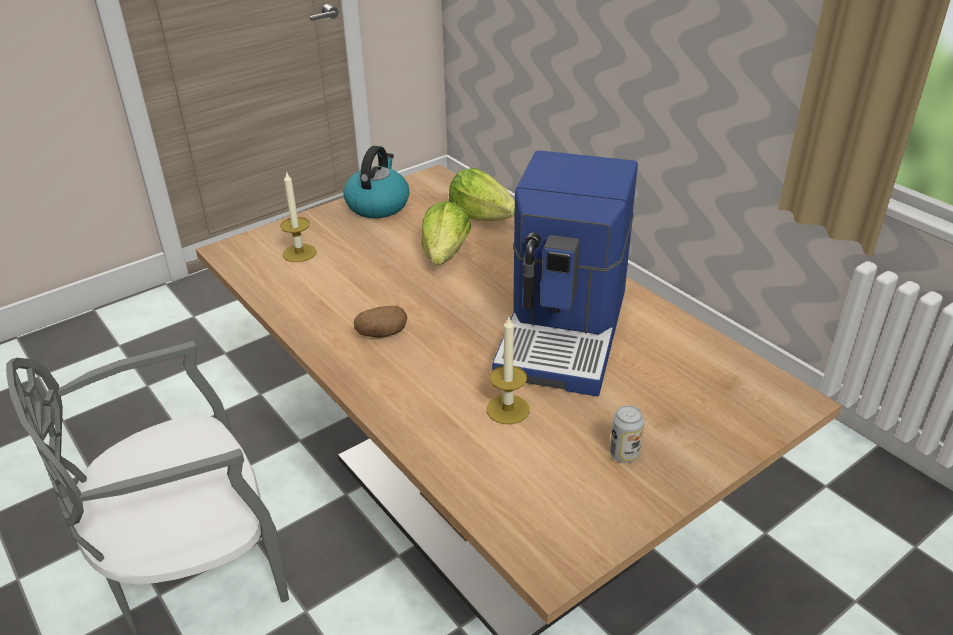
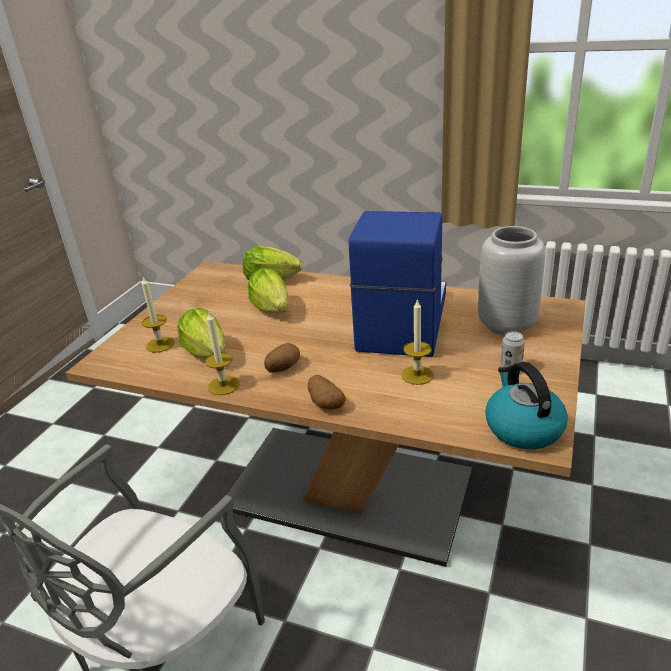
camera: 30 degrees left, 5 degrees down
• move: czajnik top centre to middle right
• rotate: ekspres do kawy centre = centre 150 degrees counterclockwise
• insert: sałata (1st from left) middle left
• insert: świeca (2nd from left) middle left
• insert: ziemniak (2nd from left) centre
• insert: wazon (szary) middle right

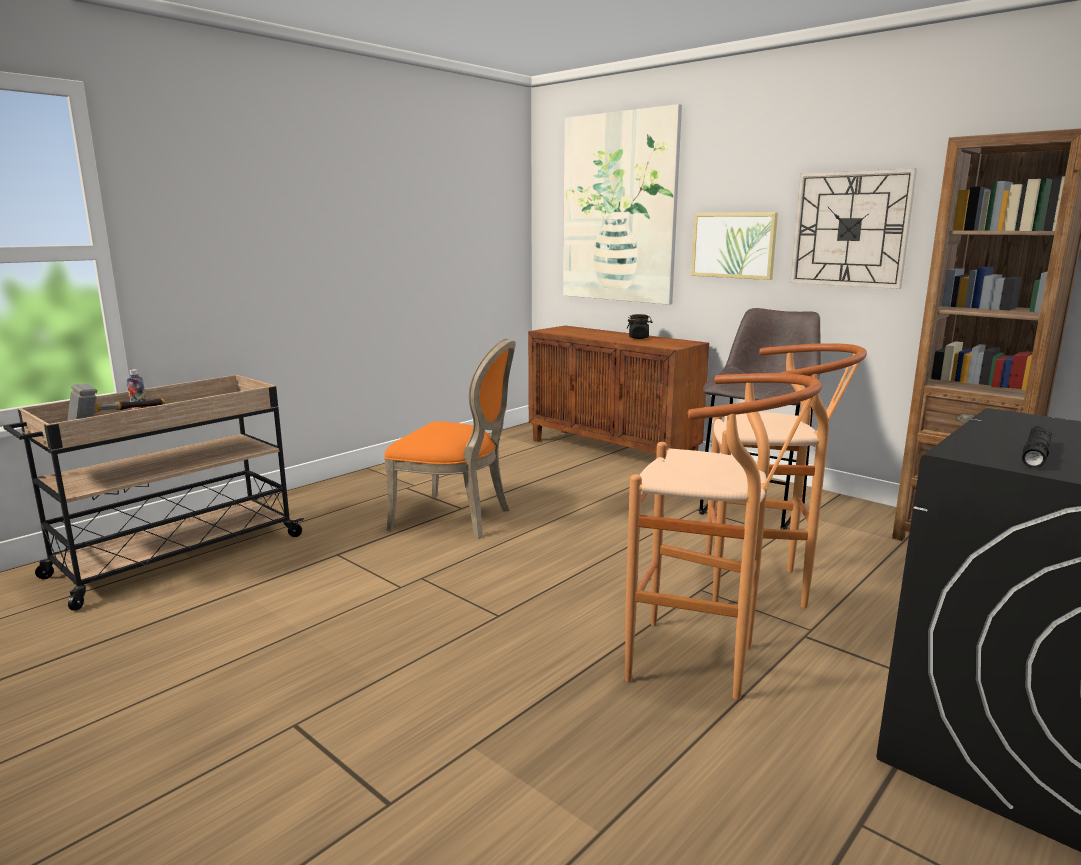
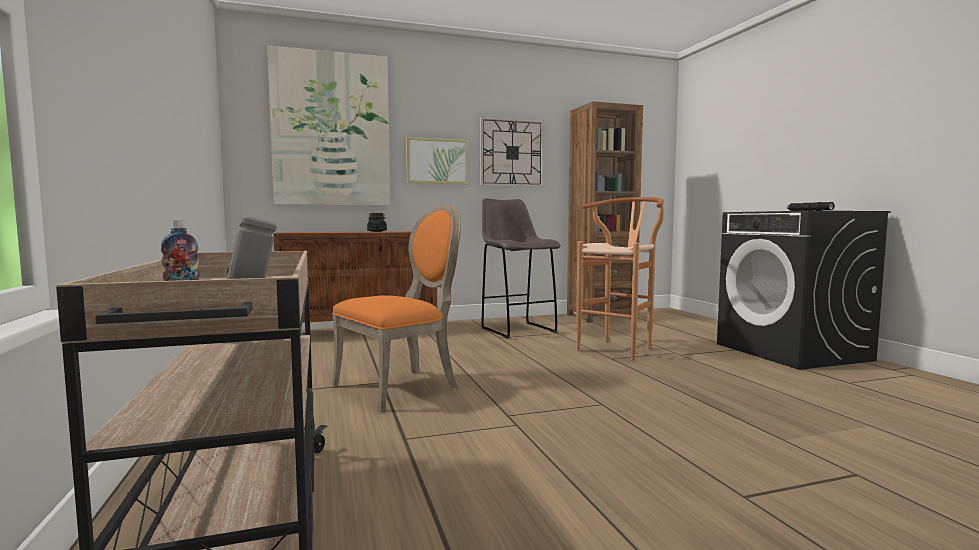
camera: 60 degrees left, 10 degrees down
• delete: stołek (brązowy) (1st from left) middle right

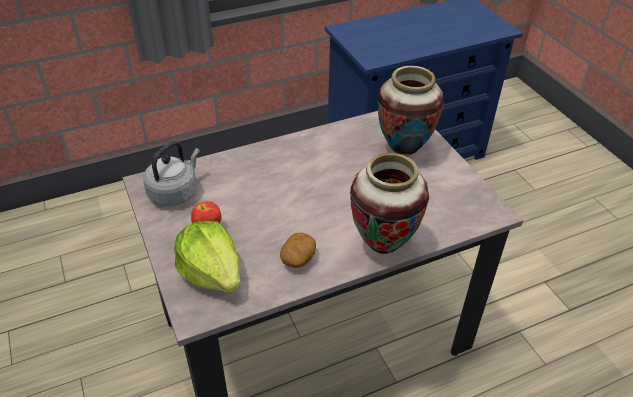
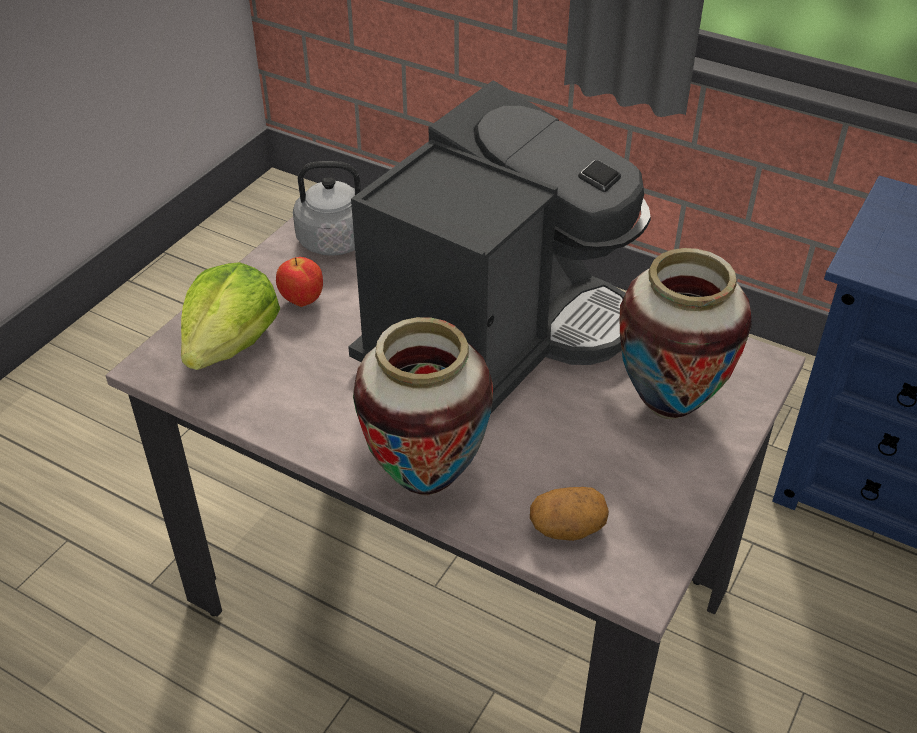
camera: 55 degrees right, 0 degrees up
• move: ziemniak centre to bottom centre
• insert: ekspres do kawy centre

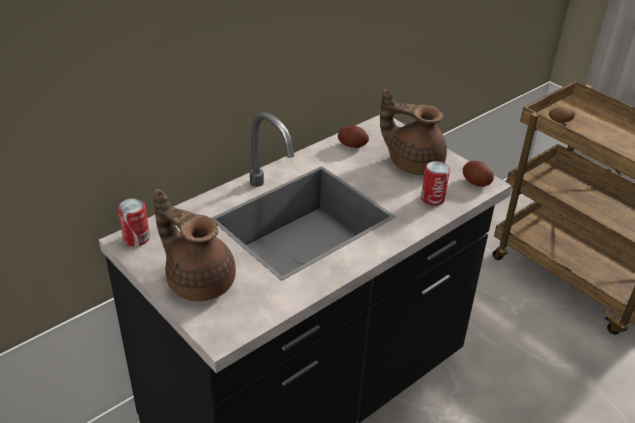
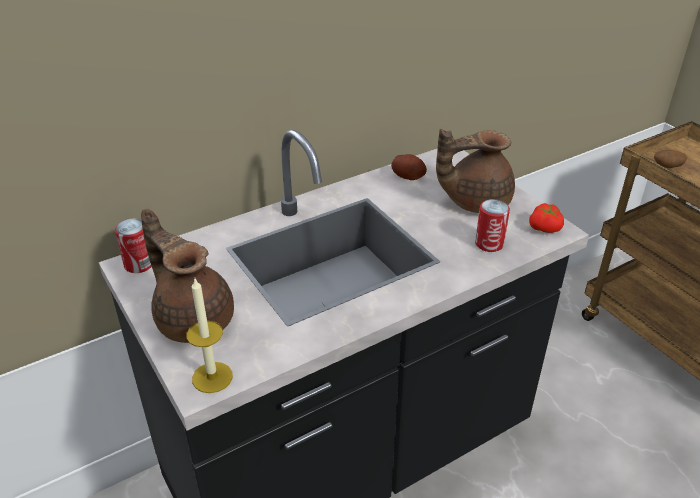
camera: 10 degrees right, 0 degrees up
• rotate: imbryk (brązowy) (2nd from left) top centre = middle right 45 degrees counterclockwise
• replace: ziemniak (2nd from left) middle right to pomidor middle right
• insert: świeca bottom left

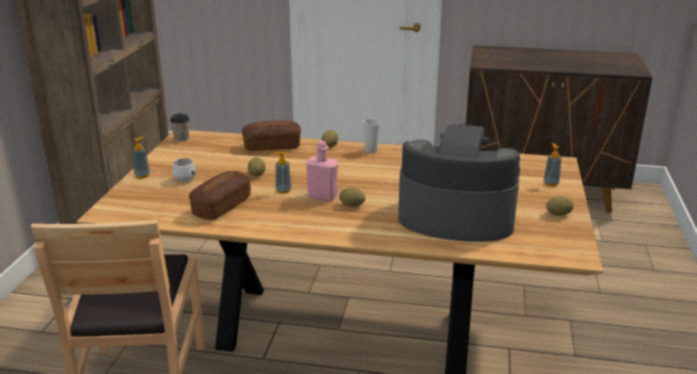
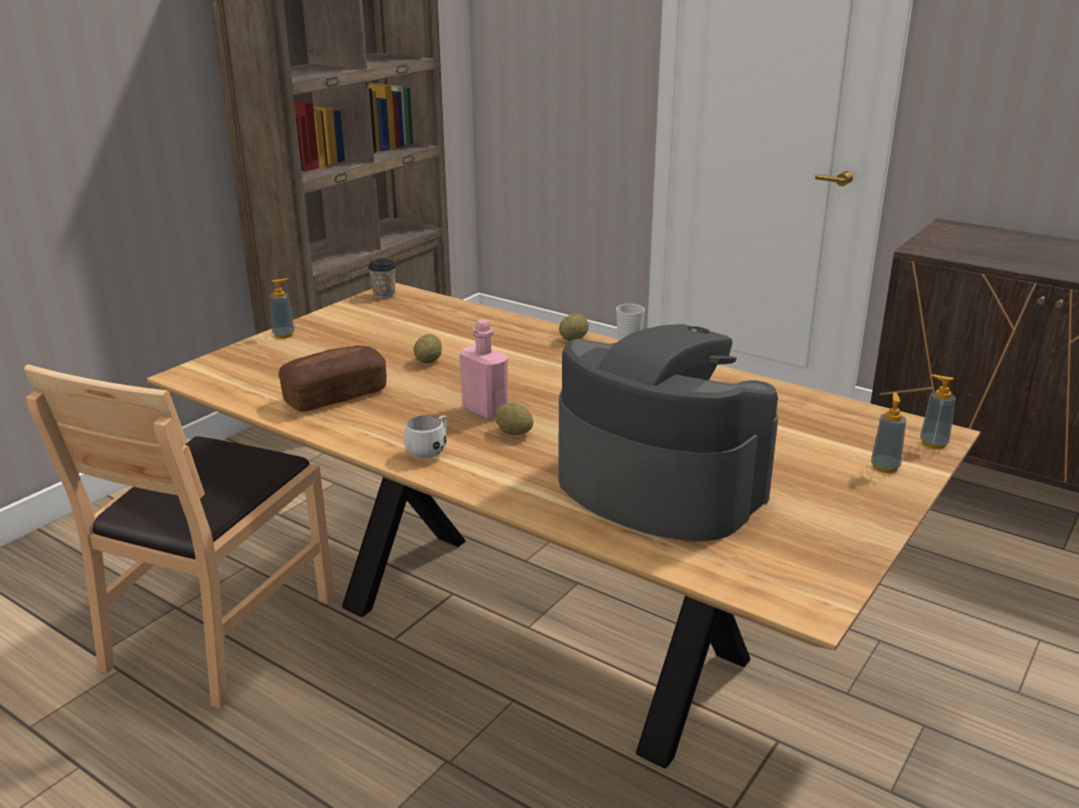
camera: 25 degrees right, 0 degrees up
• move: kubek (biały) middle left to centre
• delete: chleb (2nd from left) centre
• move: dozownik mydła (2nd from left in the first image) centre to dozownik mydła (3rd from left) middle right
• delete: ziemniak (4th from left) middle right

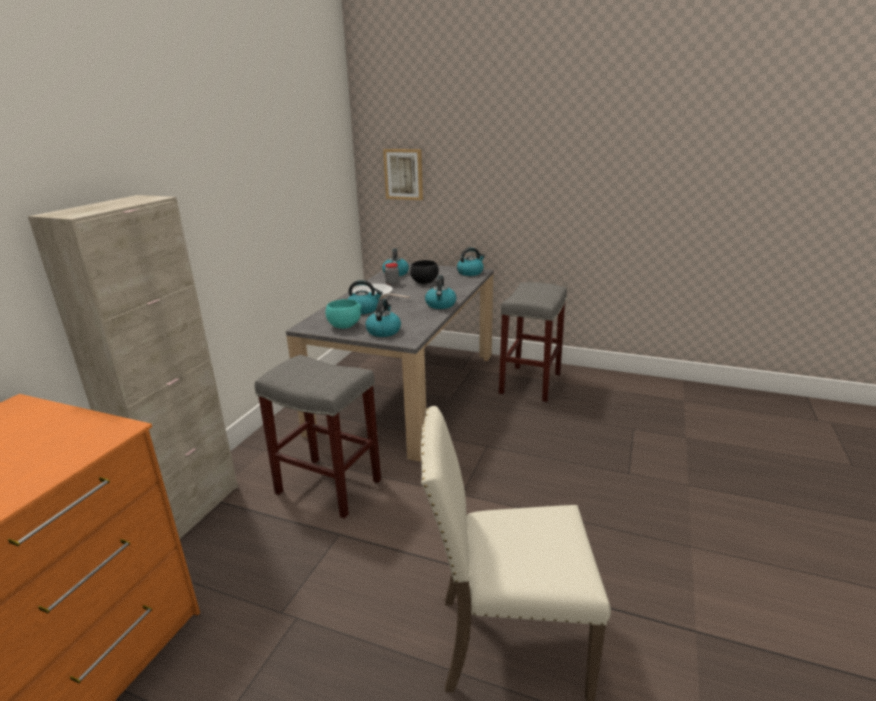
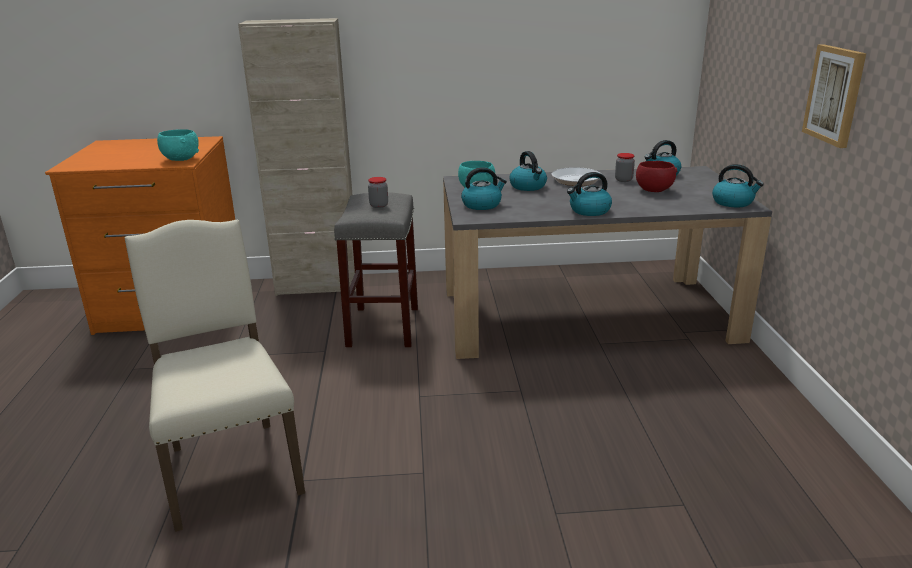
camera: 65 degrees right, 0 degrees up
• move: obraz top centre to top right
• recolor: miska (czarny) centre to miska (czerwony) top right
• delete: stołek (szary) (2nd from left) centre
• insert: miska (turkusowy) (1st from left) top left
• insert: słoik (1st from left) centre

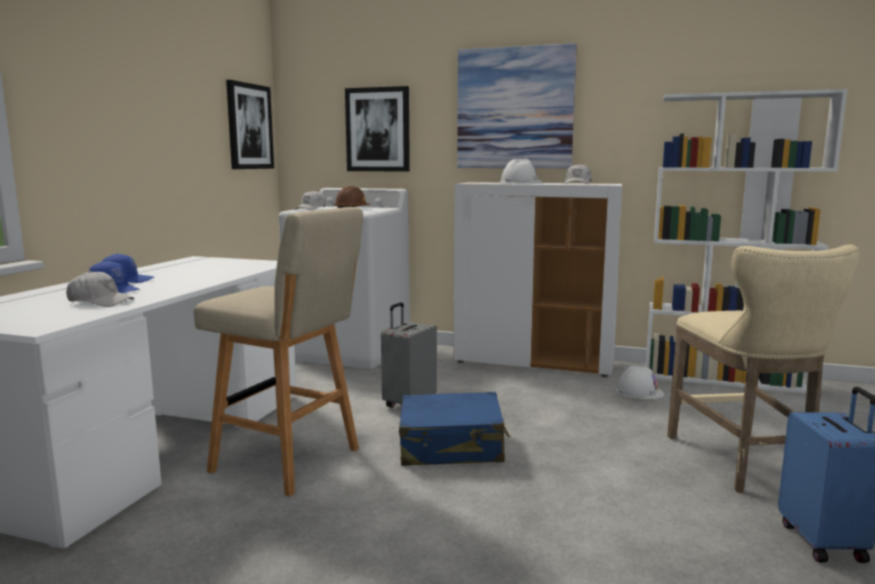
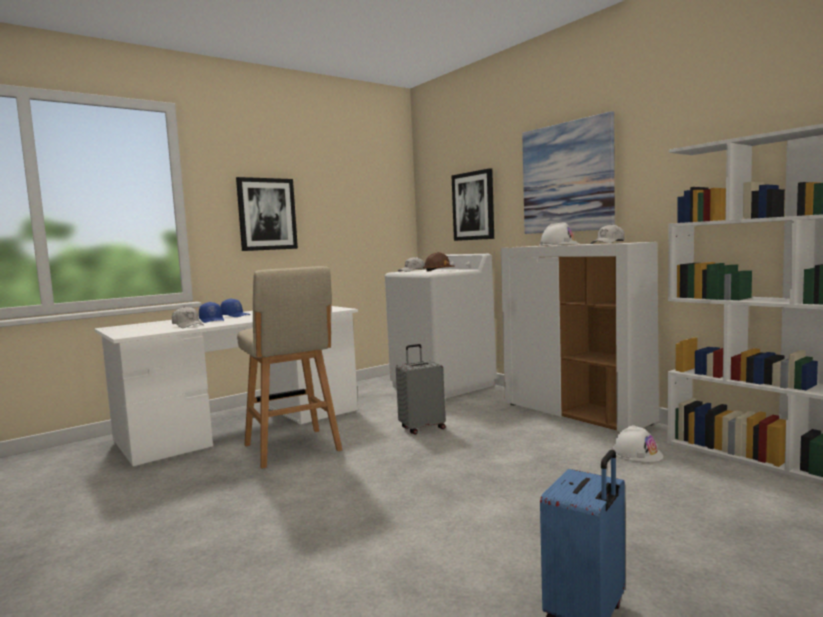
camera: 35 degrees right, 5 degrees down
• move: obraz (1st from left) top left to middle left
• delete: walizka (niebieski) (1st from left) bottom centre
• delete: stołek (beżowy) (2nd from left) middle right

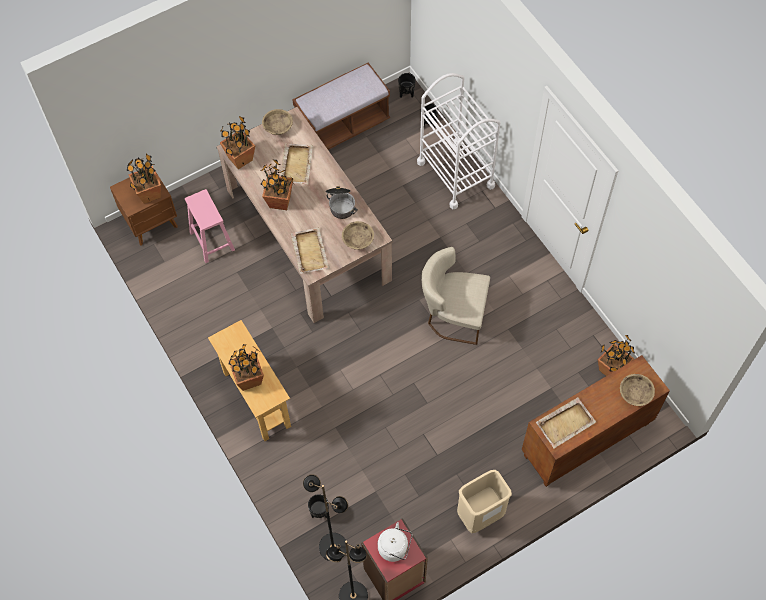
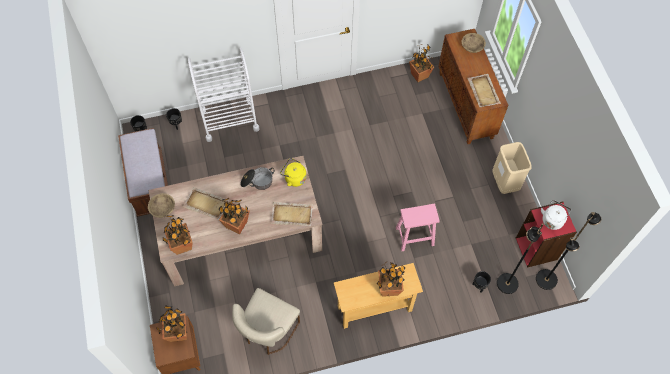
camera: 75 degrees left, 0 degrees up
• move: stołek (różowy) middle left to centre
• replace: miska (beżowy) (2nd from left) centre to czajnik (żółty) centre
• move: krzesło (beżowy) centre to bottom centre

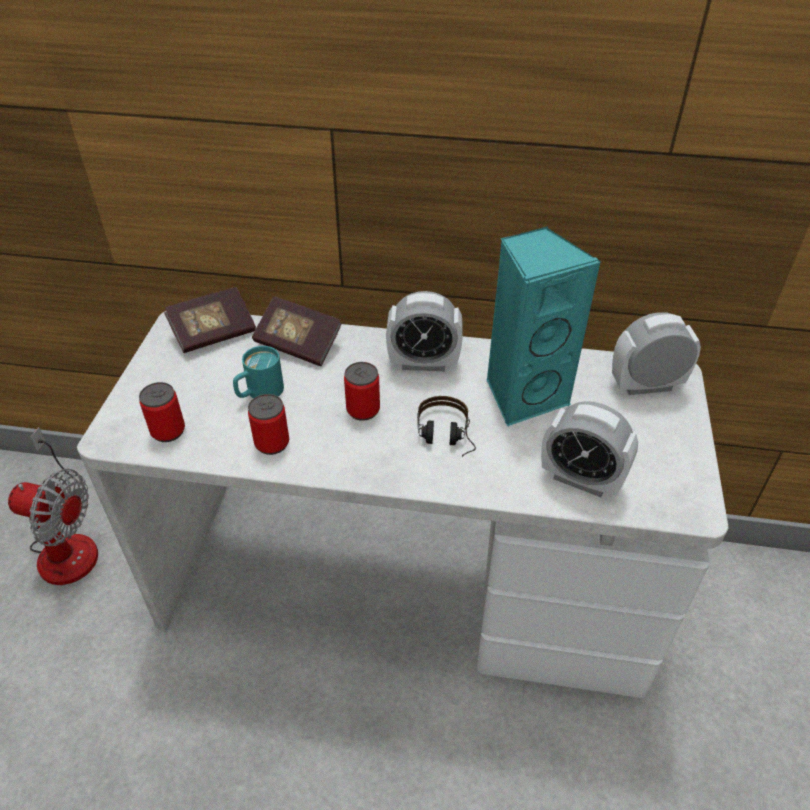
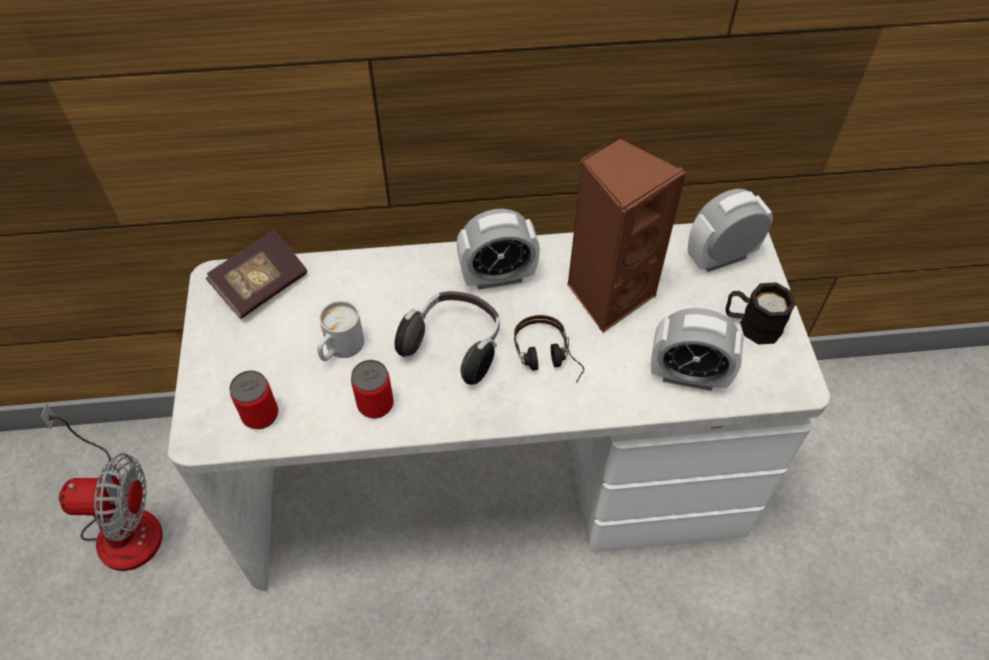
camera: 15 degrees left, 10 degrees up
• recolor: kubek (turkusowy) middle left to kubek (biały) centre
• delete: książka (2nd from left) centre
• replace: puszka (3rd from left) centre to słuchawki (1st from left) centre
• recolor: głośnik (turkusowy) middle right to głośnik (brązowy) centre
• insert: kubek (czarny) middle right

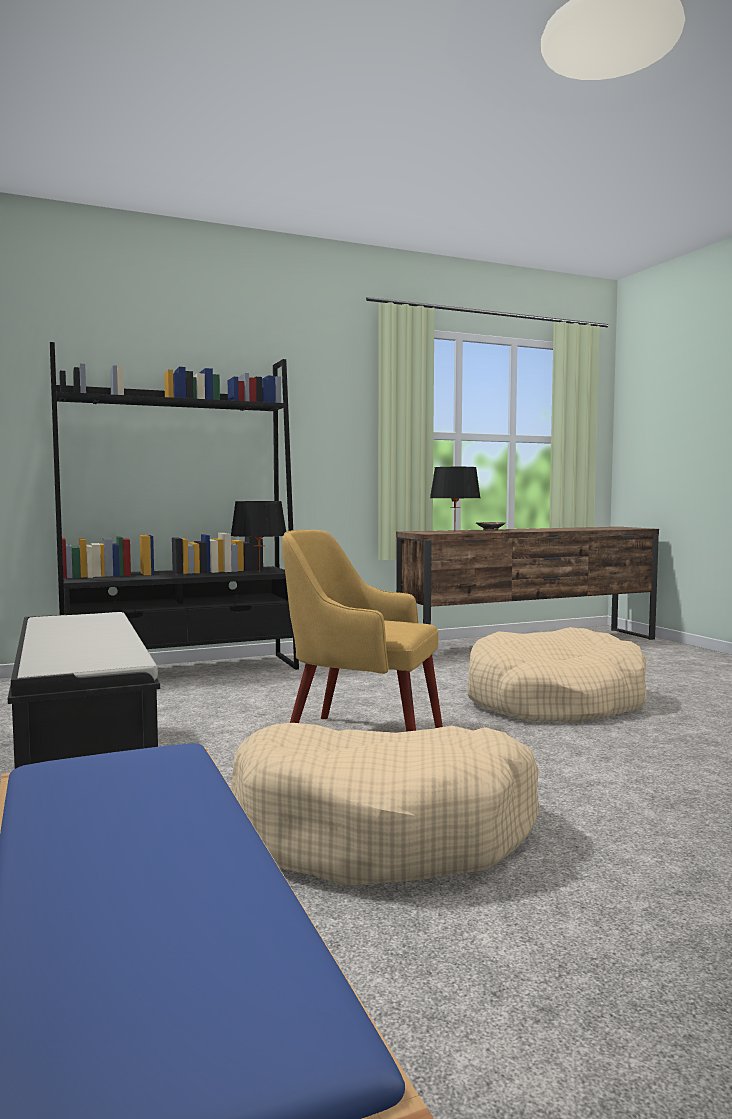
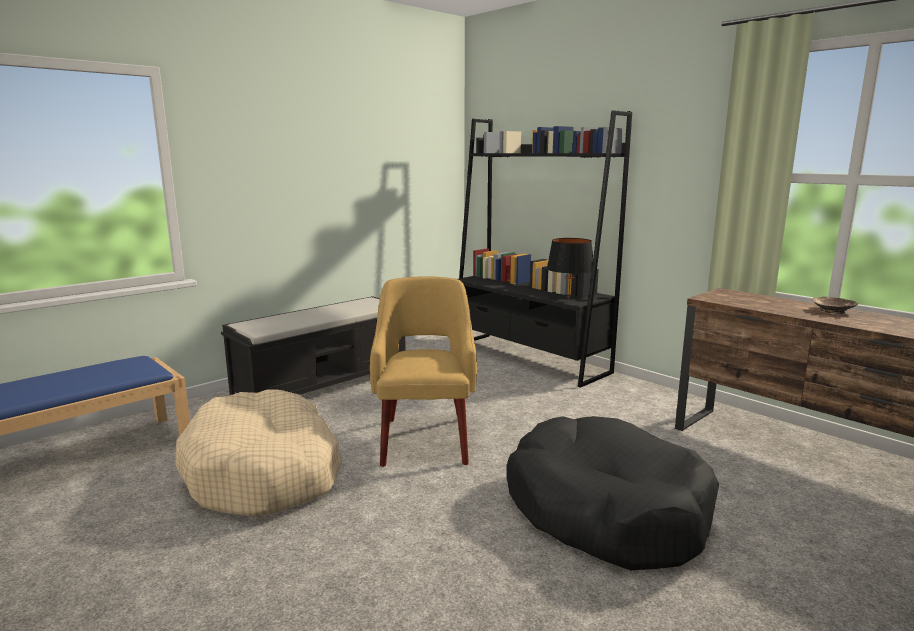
camera: 70 degrees right, 10 degrees up
• delete: lampa stołowa (czarny) (2nd from left) centre
• recolor: legowisko (beżowy) (2nd from left) middle right to legowisko (czarny) bottom right

